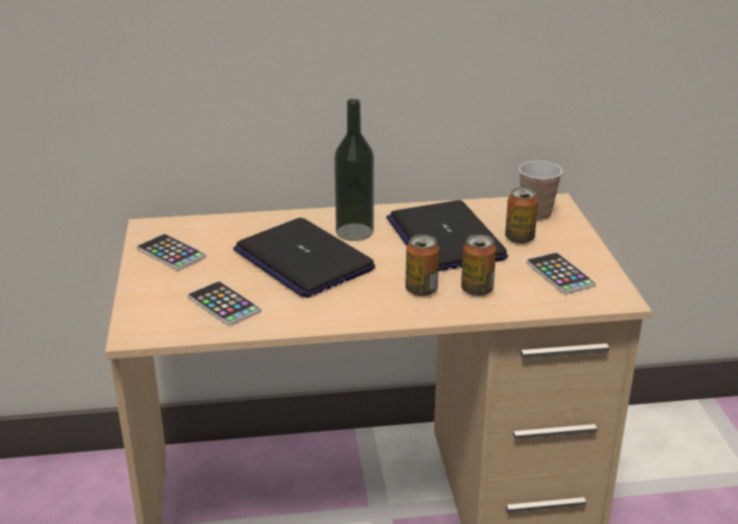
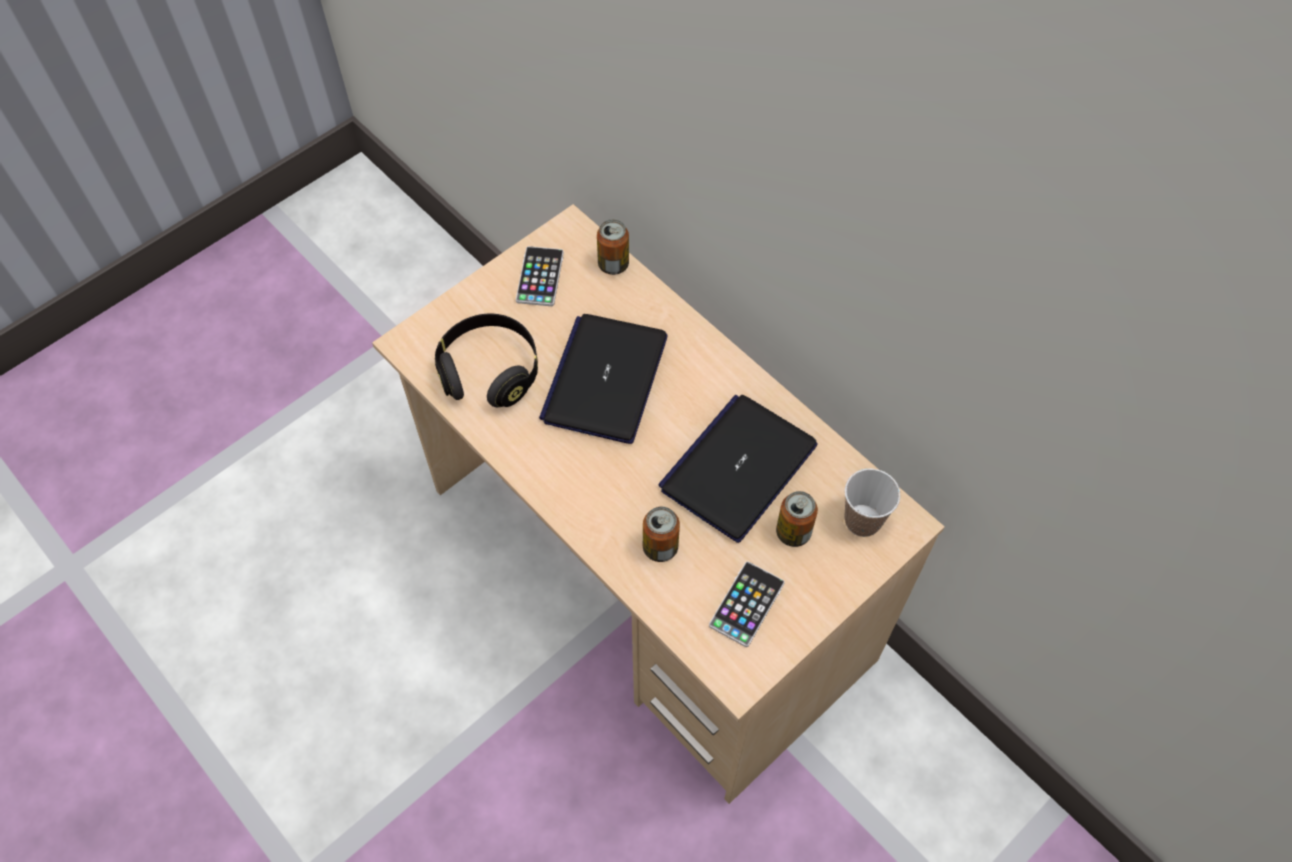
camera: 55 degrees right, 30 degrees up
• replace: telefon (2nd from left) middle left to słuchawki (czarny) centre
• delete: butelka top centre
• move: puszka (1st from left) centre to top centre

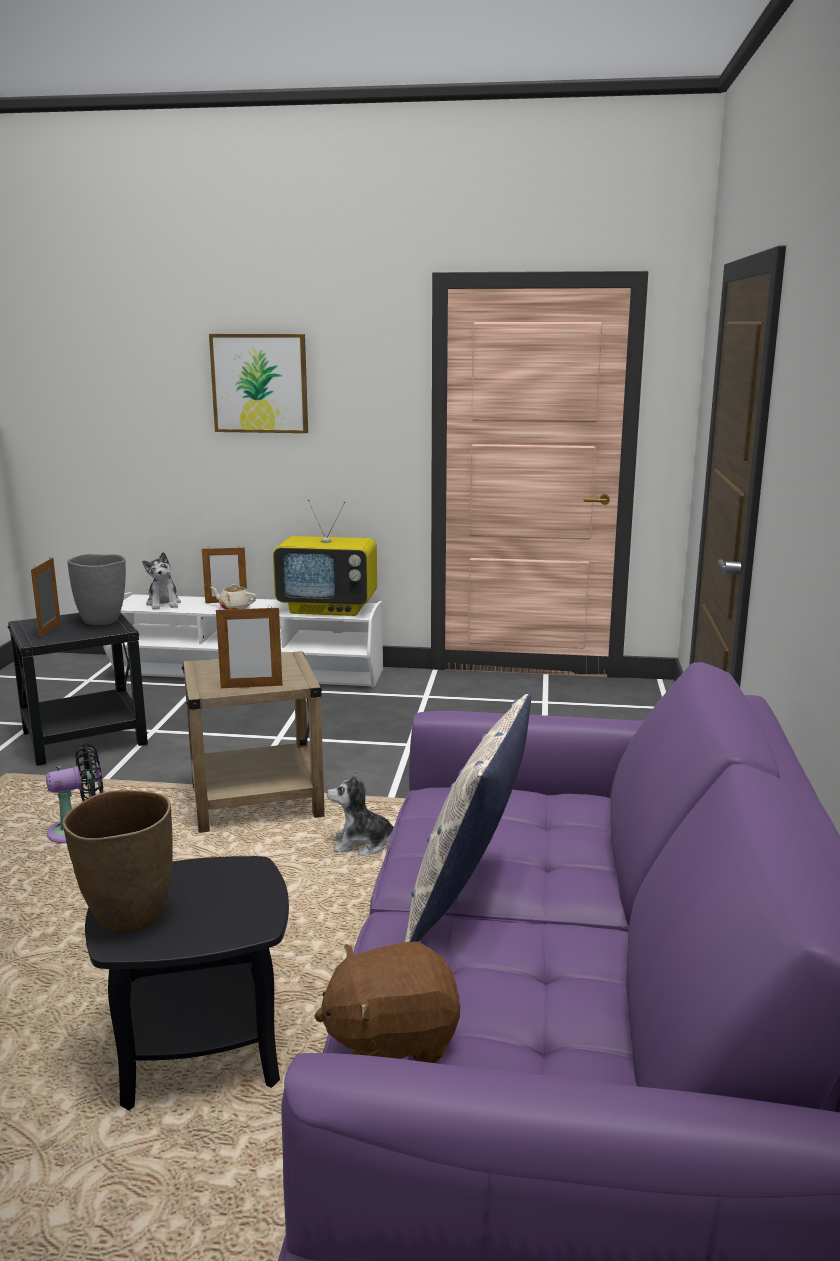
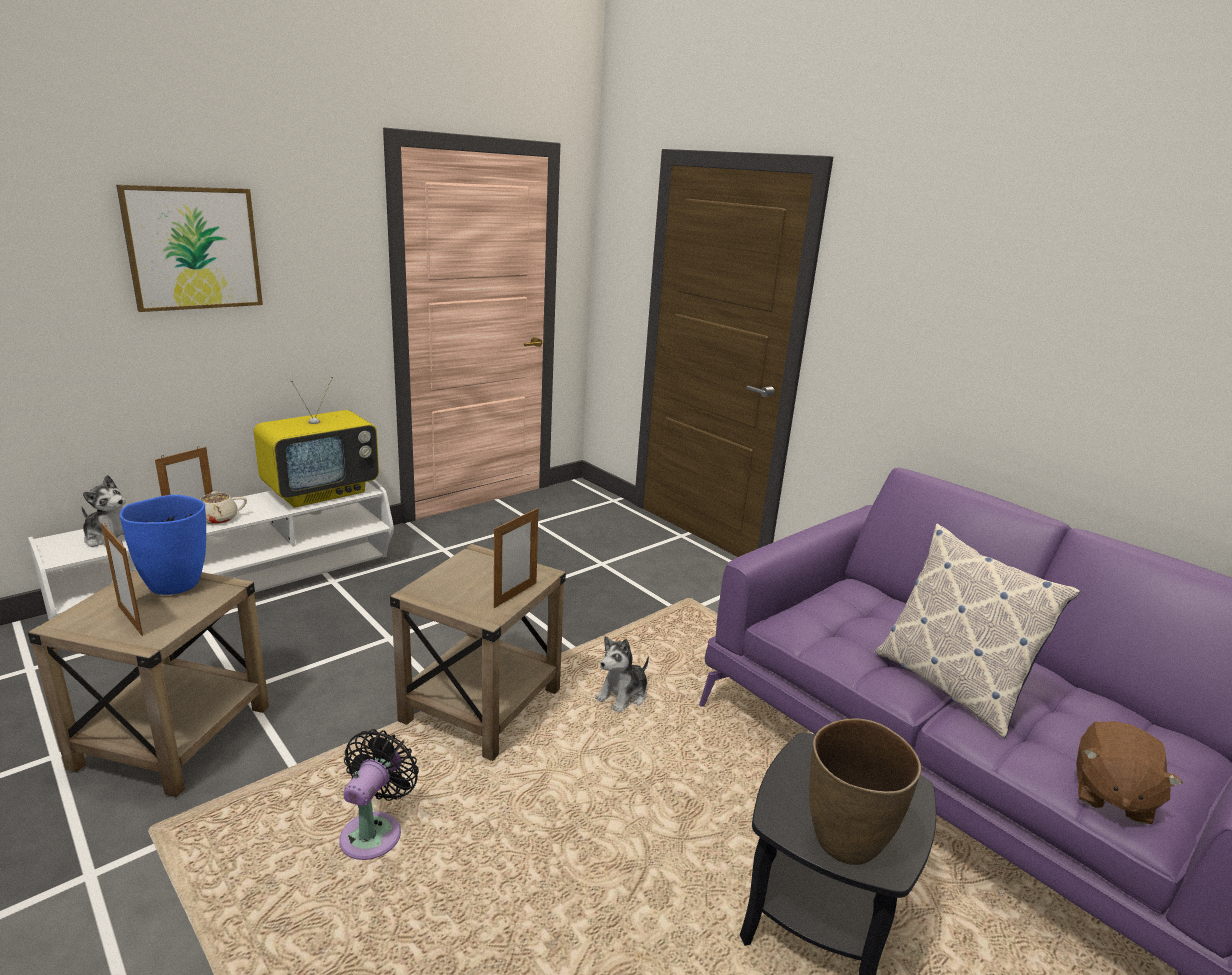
camera: 50 degrees left, 5 degrees up
• recolor: stolik (czarny) (1st from left) middle left to stolik (beżowy) (1st from left) bottom left
• recolor: wazon (szary) middle left to wazon (niebieski) middle left

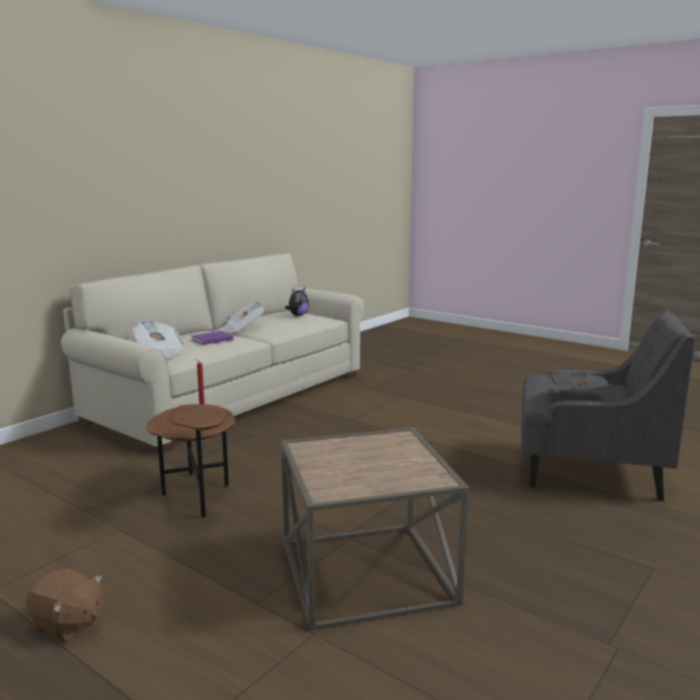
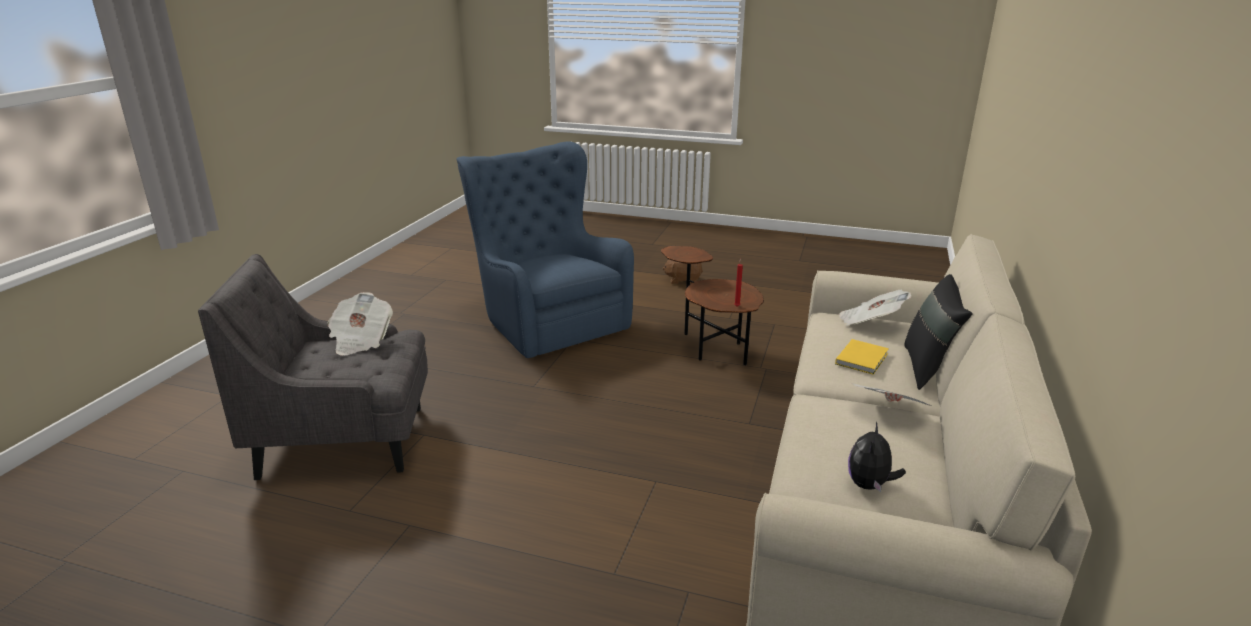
camera: 160 degrees right, 10 degrees up
• recolor: książka (fioletowy) middle left to książka (żółty) middle right
• replace: stolik (brązowy) (2nd from left) bottom centre to fotel (niebieski) centre
• insert: poduszka (czarny) middle right

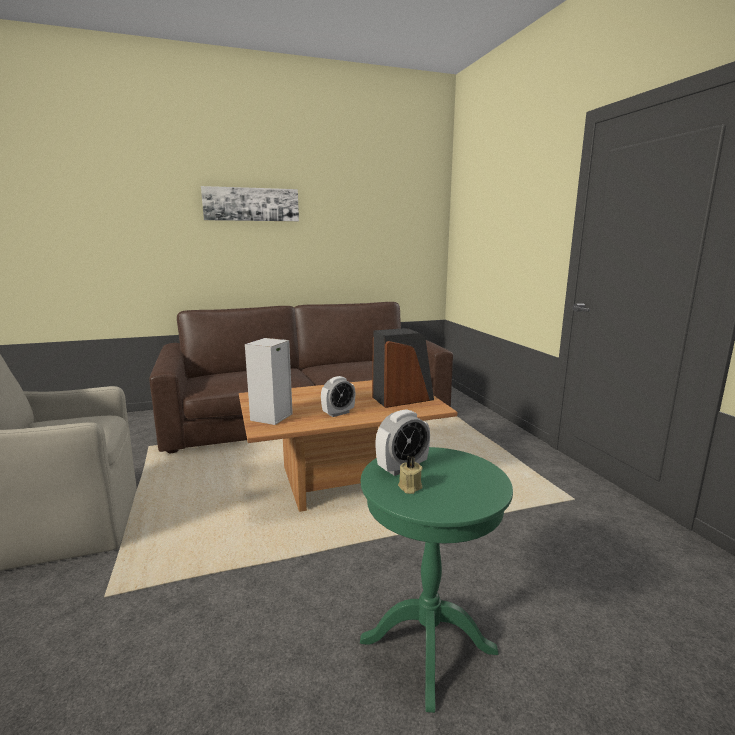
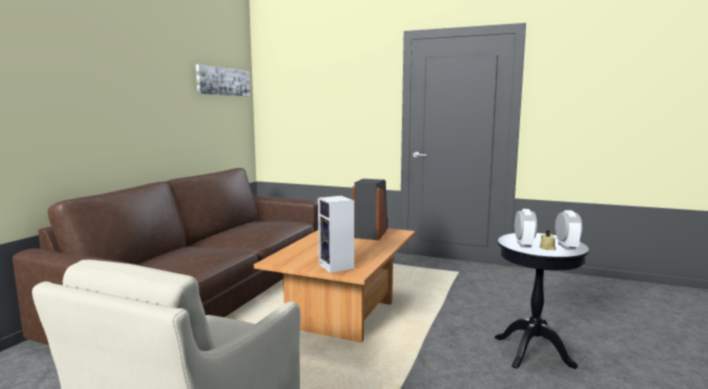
camera: 50 degrees left, 5 degrees down
• move: obraz top centre to top left
• move: budzik (1st from left in the first image) centre to budzik (2nd from left) middle right
• recolor: stolik (zielony) bottom centre to stolik (czarny) bottom right

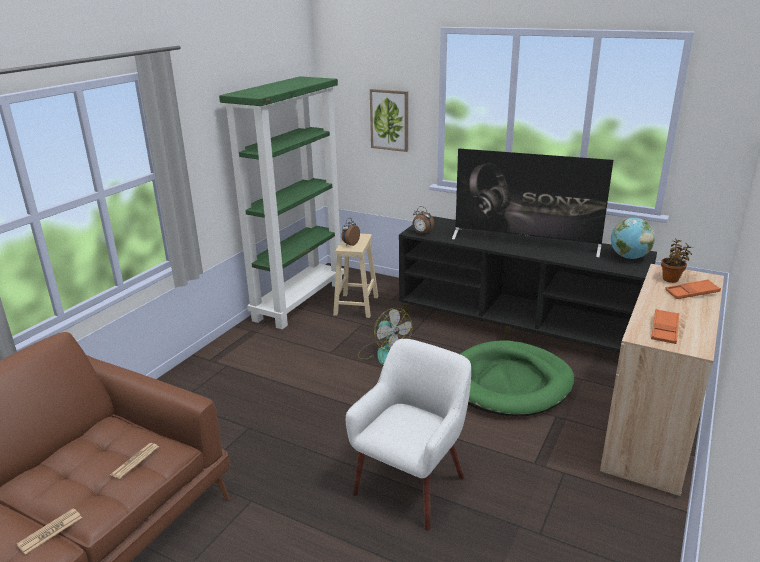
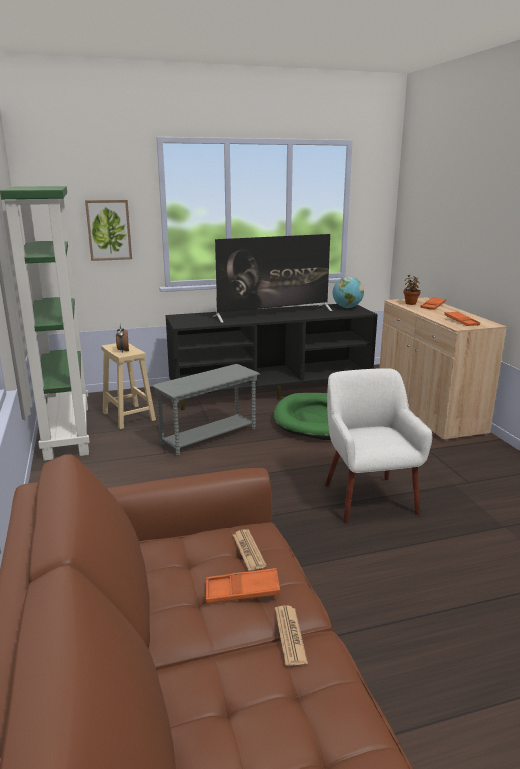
camera: 45 degrees left, 5 degrees down
• replace: wentylator centre to stolik (szary) centre
• delete: budzik (2nd from left) centre
• insert: taca (pomarańczowy) (1st from left) bottom centre

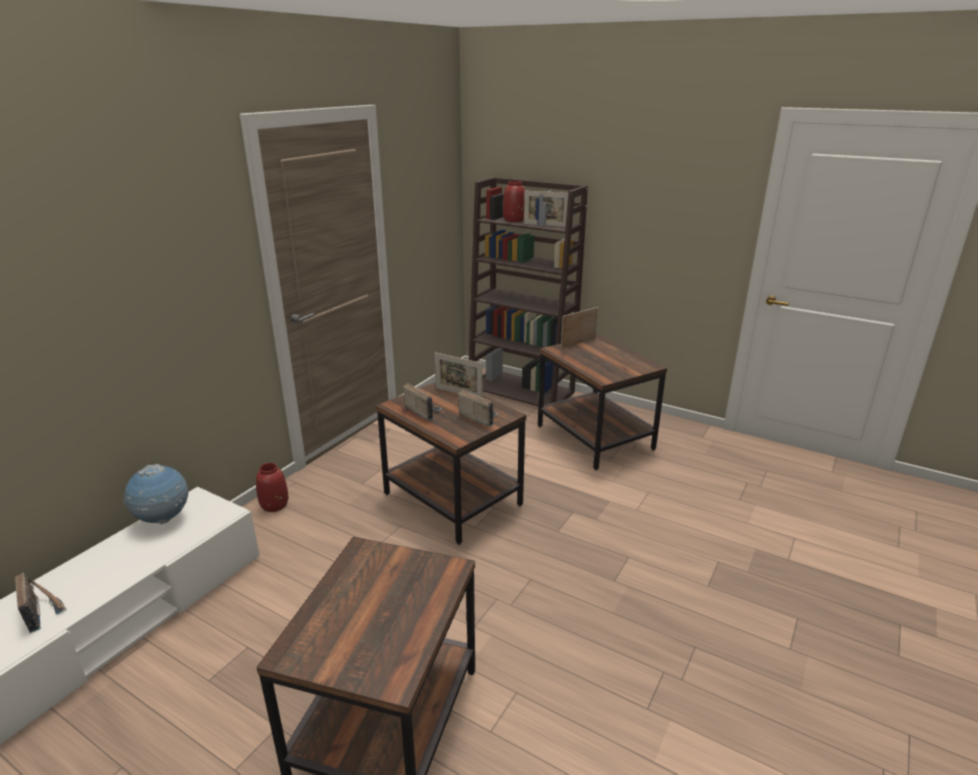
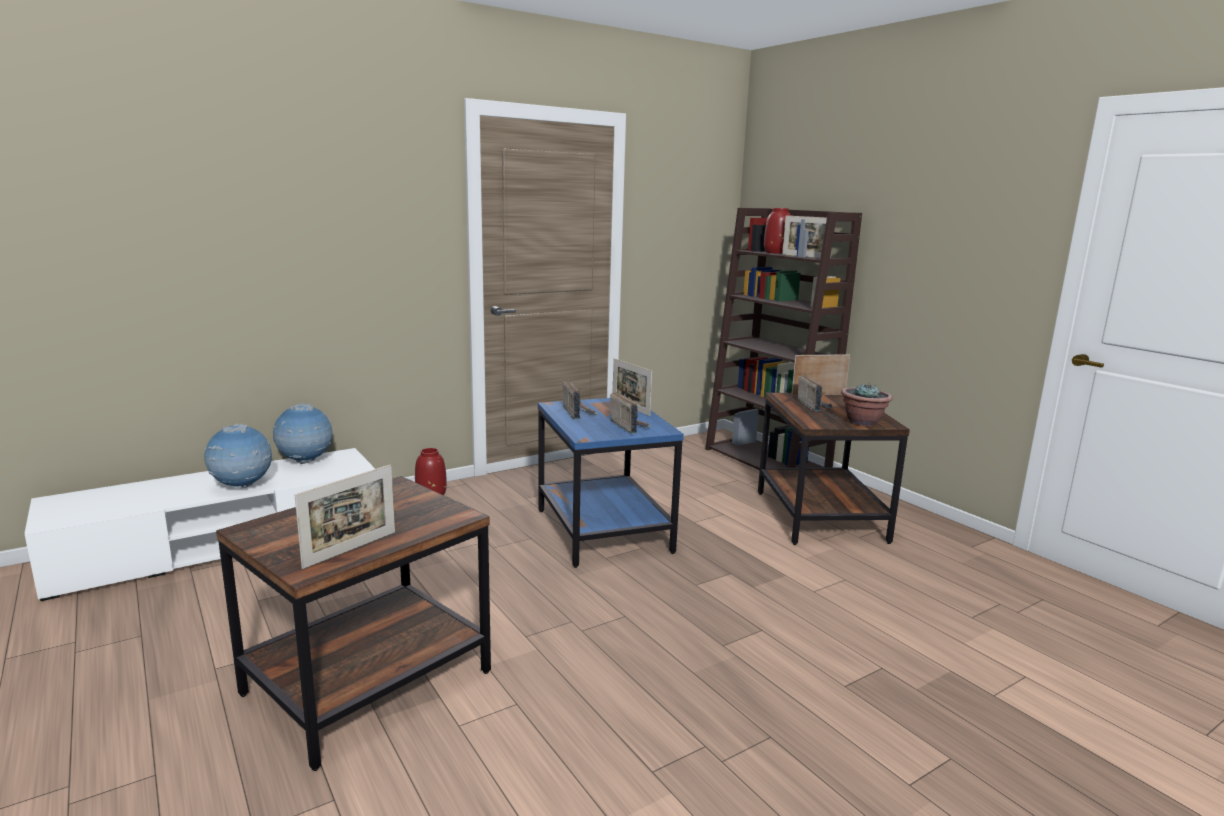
camera: 25 degrees right, 10 degrees down
• move: radio (1st from left in the first image) bottom left to radio (3rd from left) middle right
• recolor: stolik (brązowy) (2nd from left) centre to stolik (niebieski) centre
• insert: globus (1st from left) middle left
• insert: ramka na zdjęcie (1st from left) middle left
• insert: roślina doniczkowa middle right

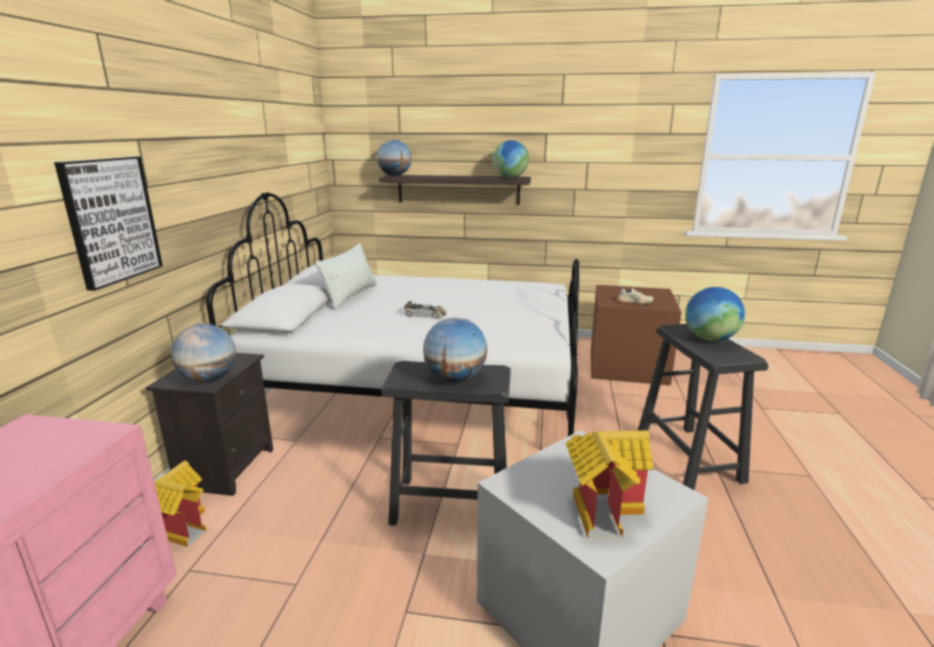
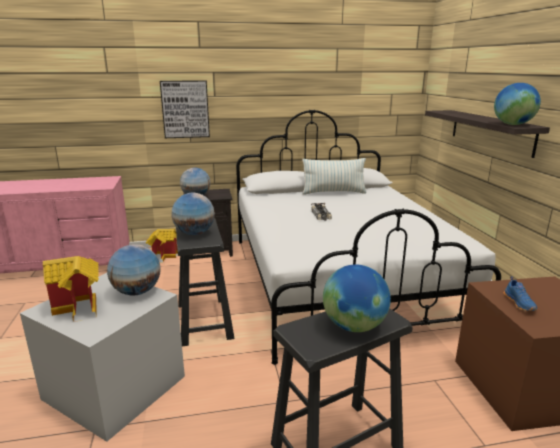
camera: 70 degrees right, 0 degrees up
• move: globus (2nd from left in the first image) top centre to globus (1st from left) middle left
• recolor: but (beżowy) middle right to but (niebieski) middle right

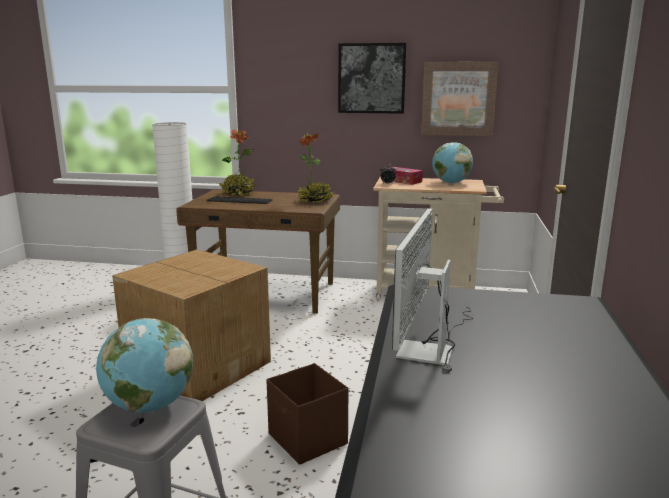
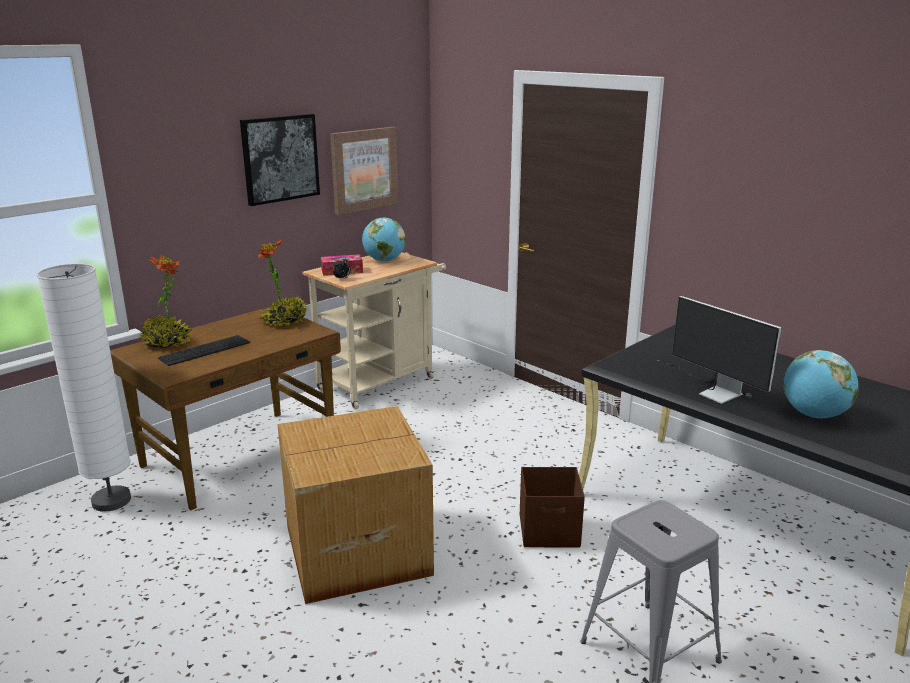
camera: 55 degrees left, 5 degrees up
• move: globus (1st from left in the first image) bottom left to globus (2nd from left) middle right

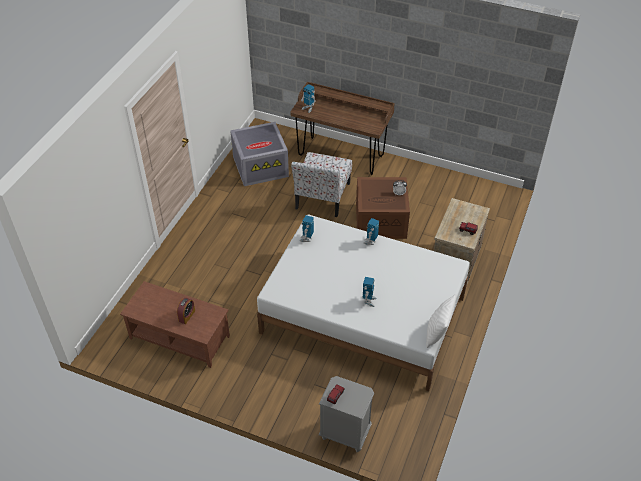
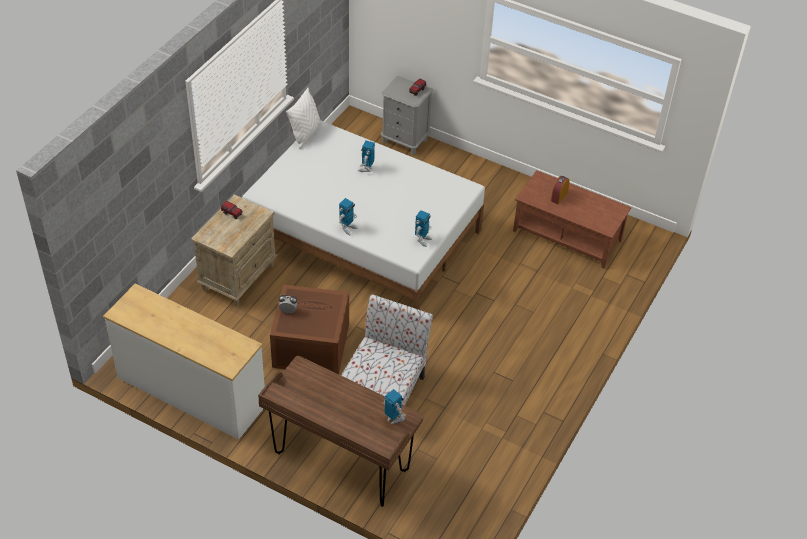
camera: 175 degrees left, 0 degrees up
• delete: pojemnik do przechowywania (szary) top centre
• insert: komoda (biały) bottom left

